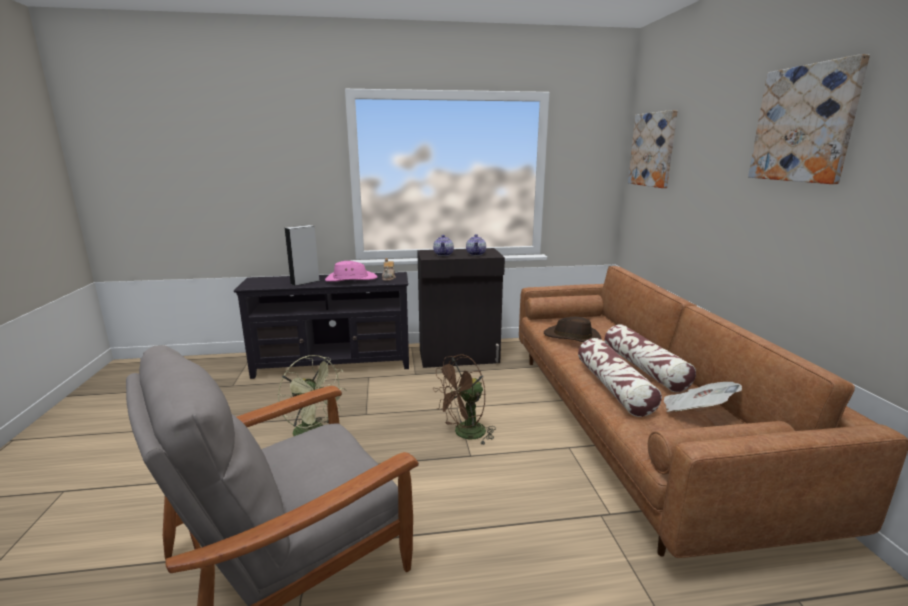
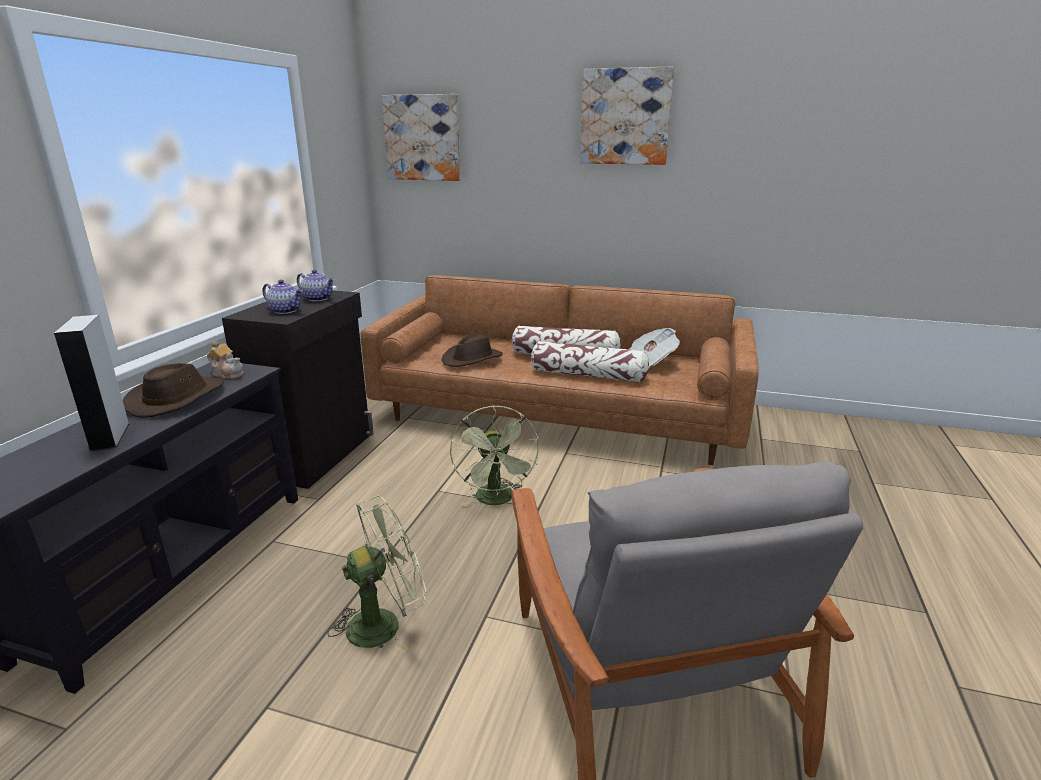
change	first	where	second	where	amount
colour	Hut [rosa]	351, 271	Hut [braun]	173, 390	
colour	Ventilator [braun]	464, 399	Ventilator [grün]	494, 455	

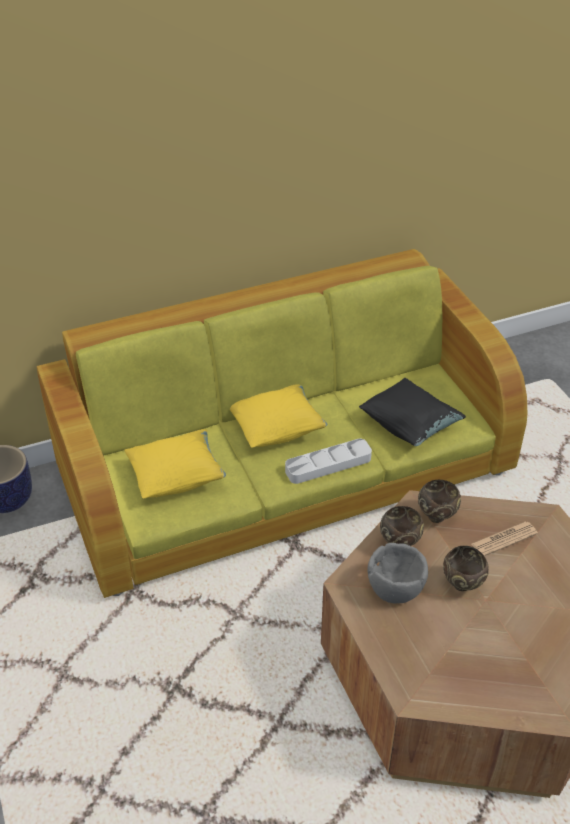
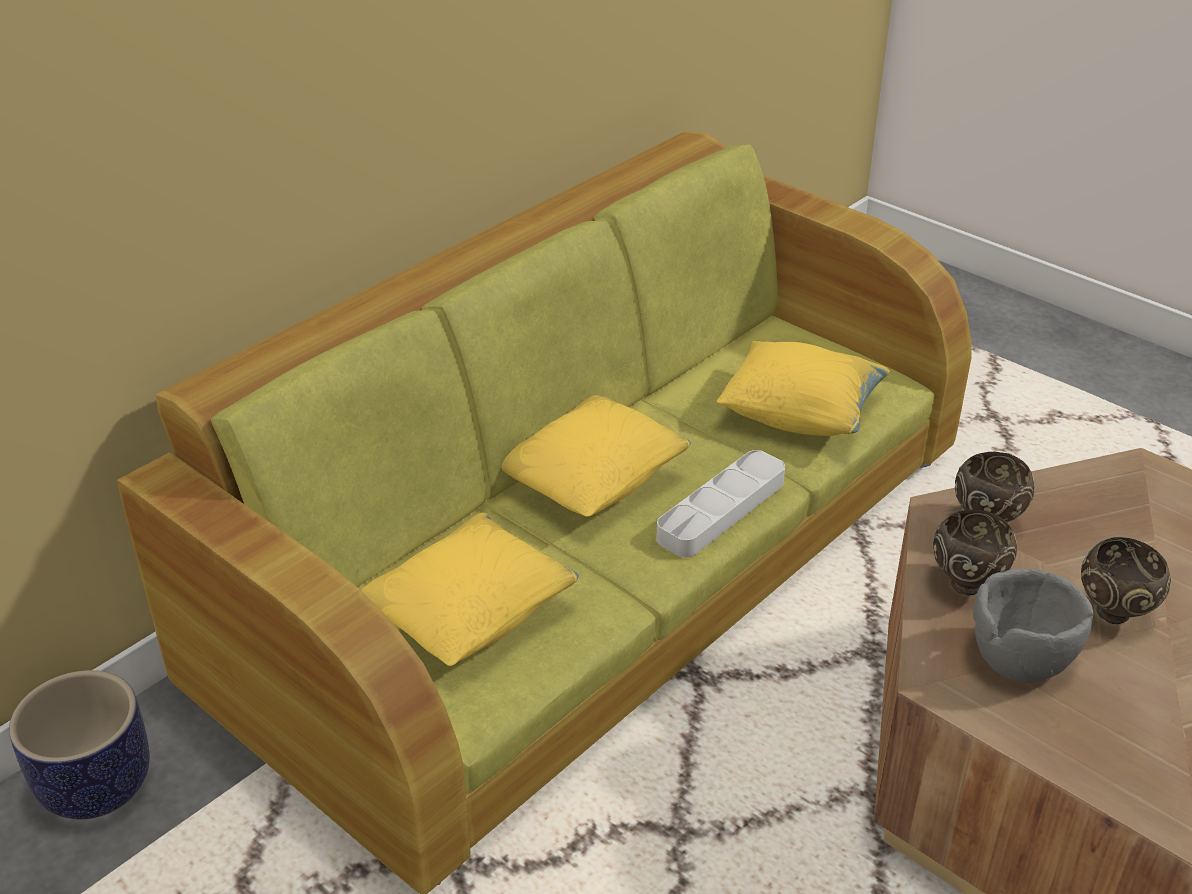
change	first	where	second	where	amount
colour	Kissen [schwarz]	412, 412	Kissen [gelb]	803, 388	
missing	Zeitung	504, 539			

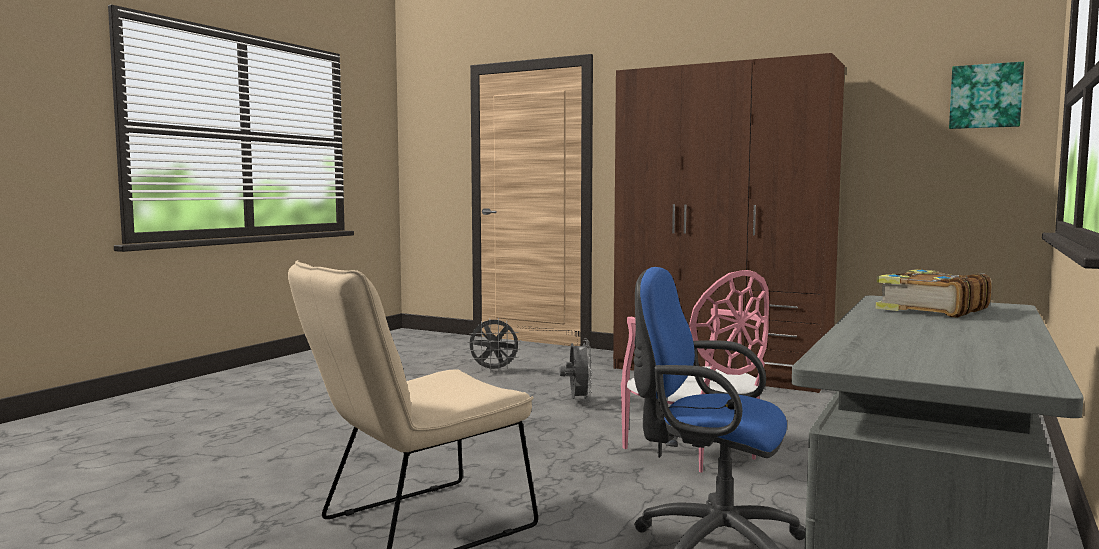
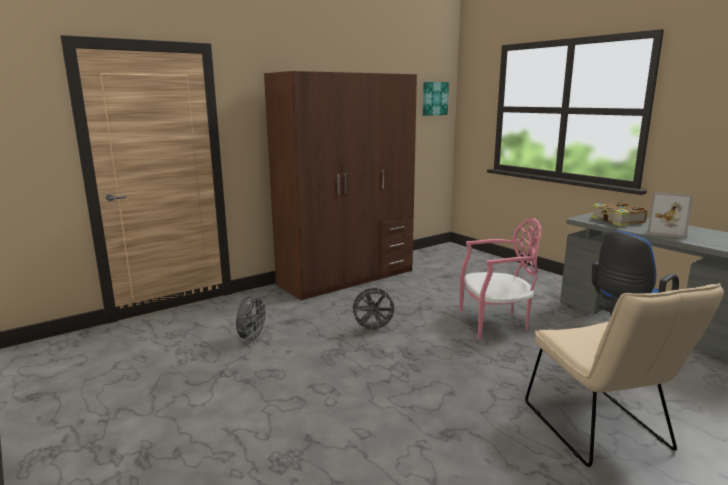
change	first	where	second	where	amount
spun	Ventilator [grau]	576, 370		374, 310	150 degrees clockwise
appeared			Bilderrahmen	670, 215	

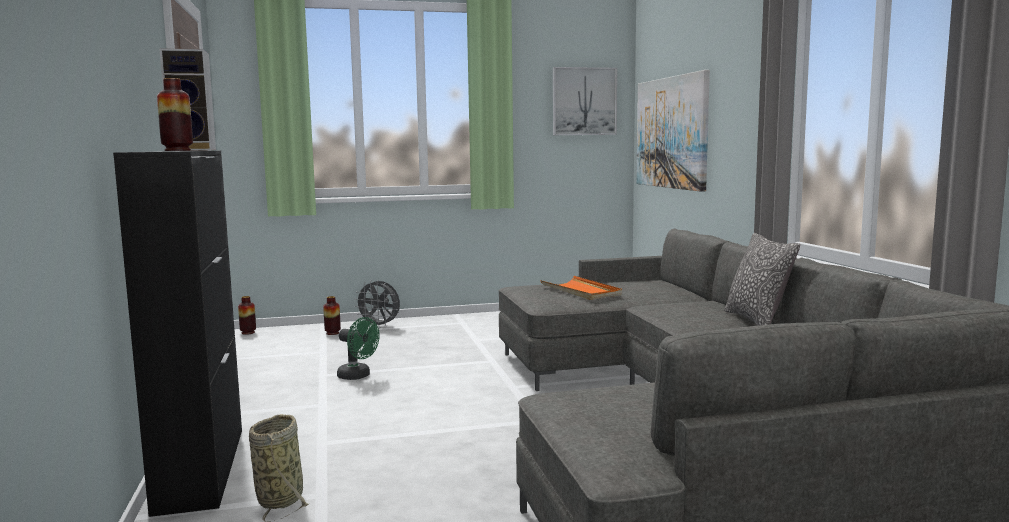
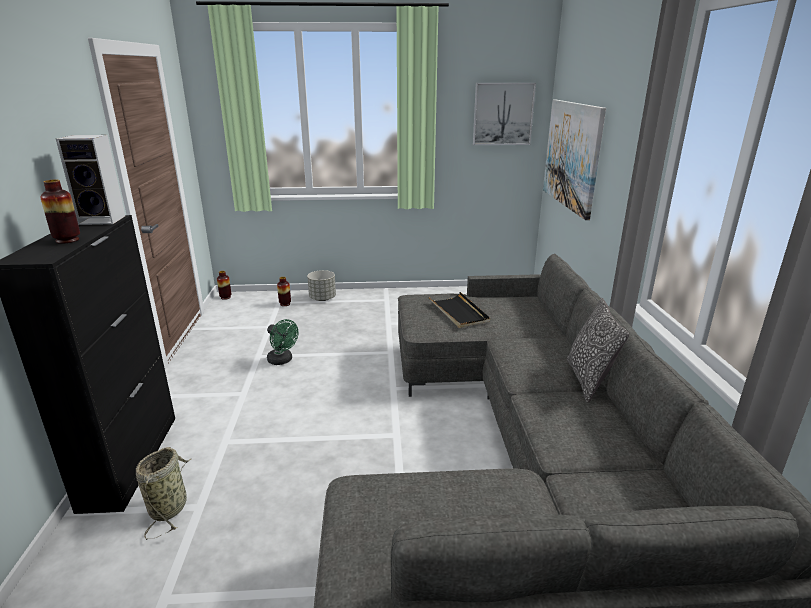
change	first	where	second	where	amount
exchanged	Ventilator [grau]	377, 304	Pflanzkübel [grau]	321, 285	
colour	Tablett [orange]	581, 288	Tablett [schwarz]	459, 310	

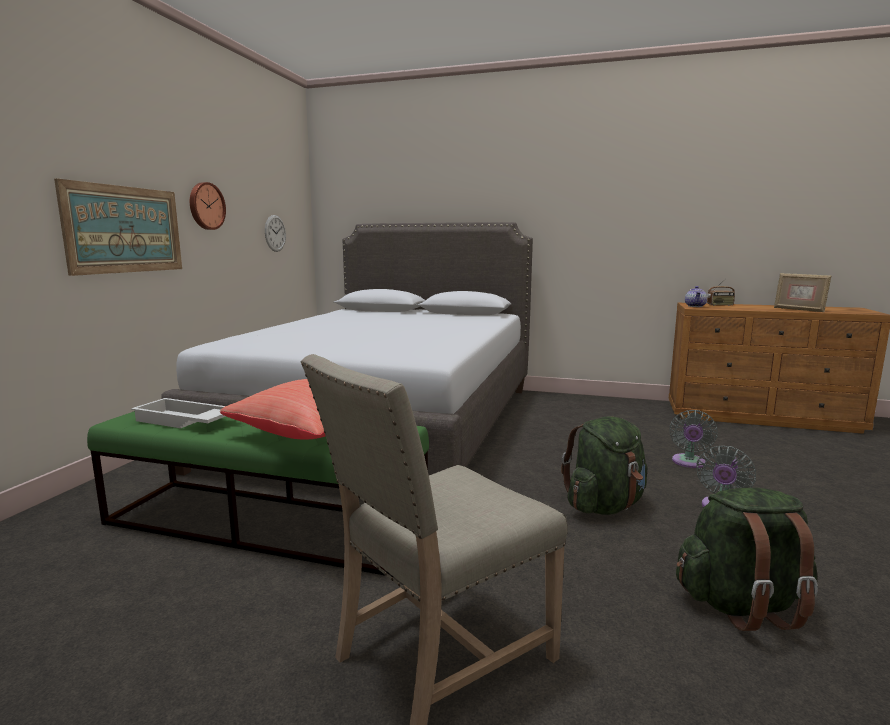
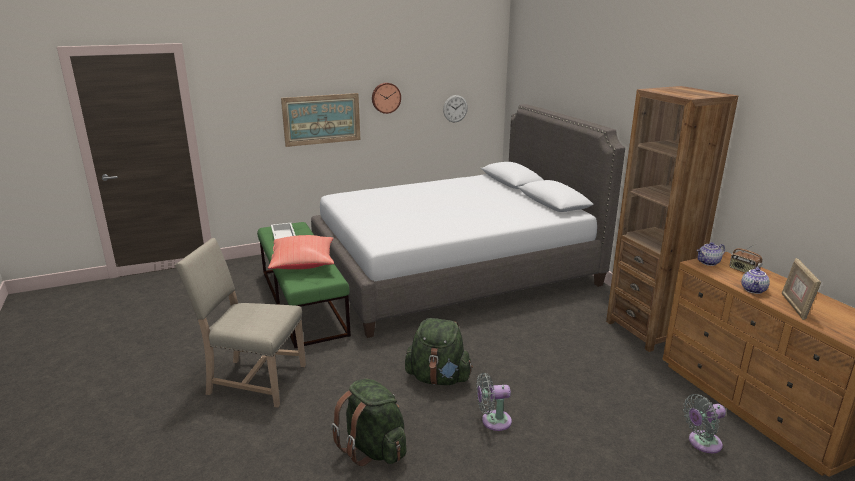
change	first	where	second	where	amount
relocated	Ventilator [grau]	693, 439		704, 423	
appeared			Bücherregal [braun]	672, 219	
appeared			Teekanne	755, 280	

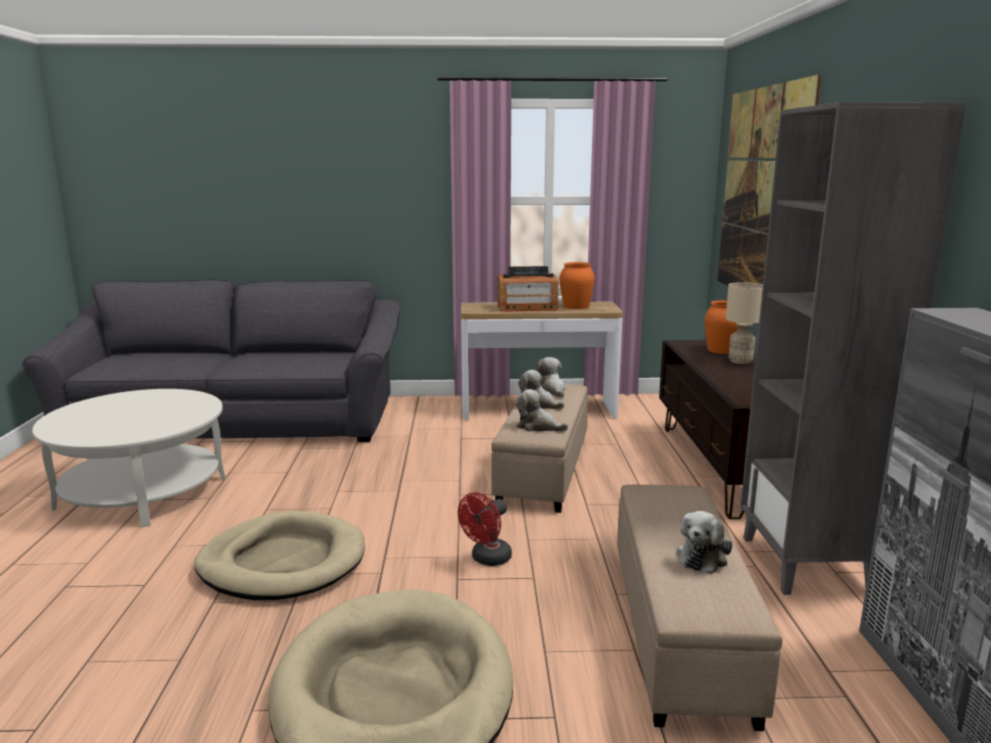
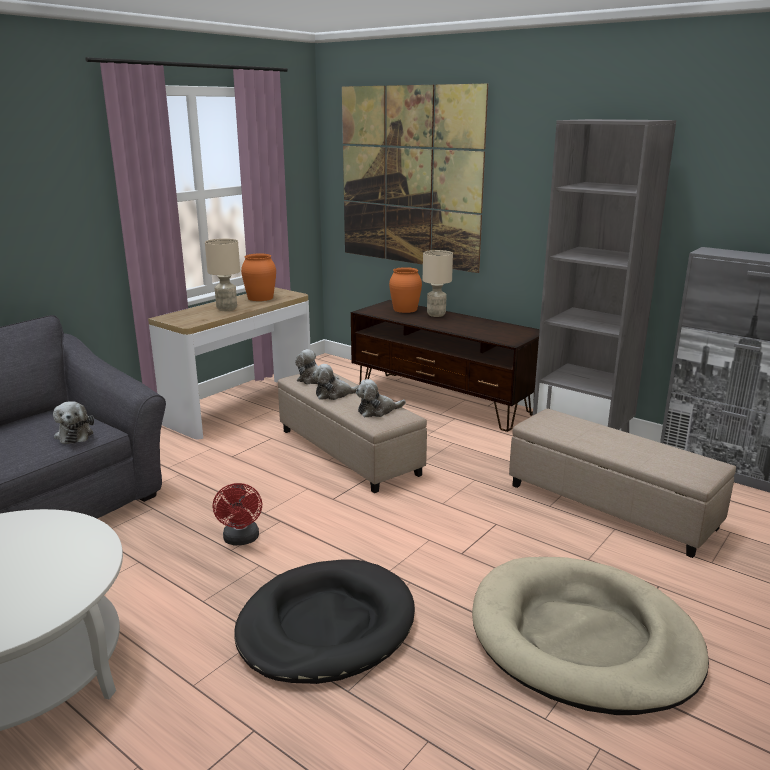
change	first	where	second	where	amount
colour	Hundebett [beige]	279, 555	Hundebett [schwarz]	324, 622	
relocated	Ventilator [rot]	485, 529		237, 514	
exchanged	Radio	528, 289	Tischlampe [beige]	222, 275	
relocated	Plüschtier	704, 542		73, 422	

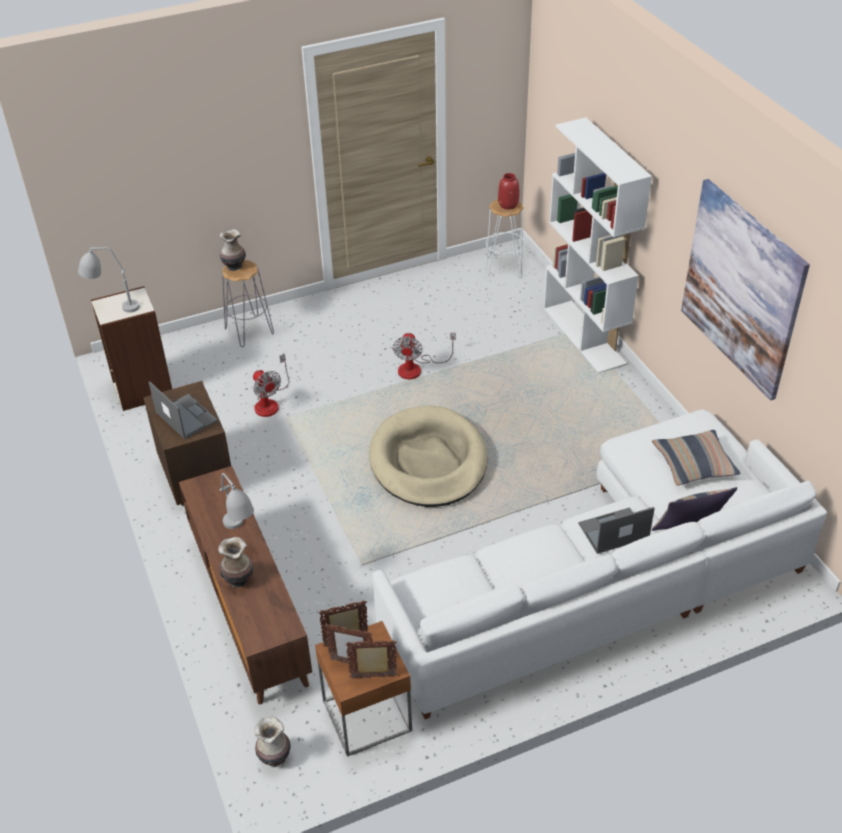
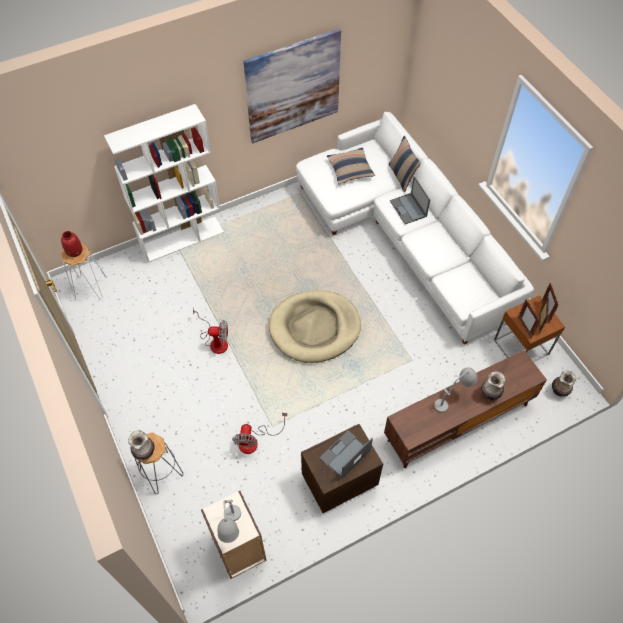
change	first	where	second	where	amount
spun	Ventilator	271, 385		259, 433	135 degrees clockwise

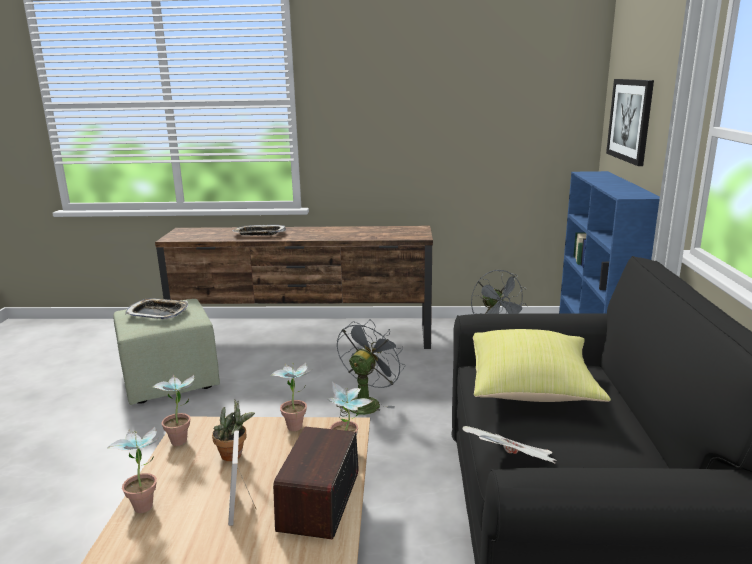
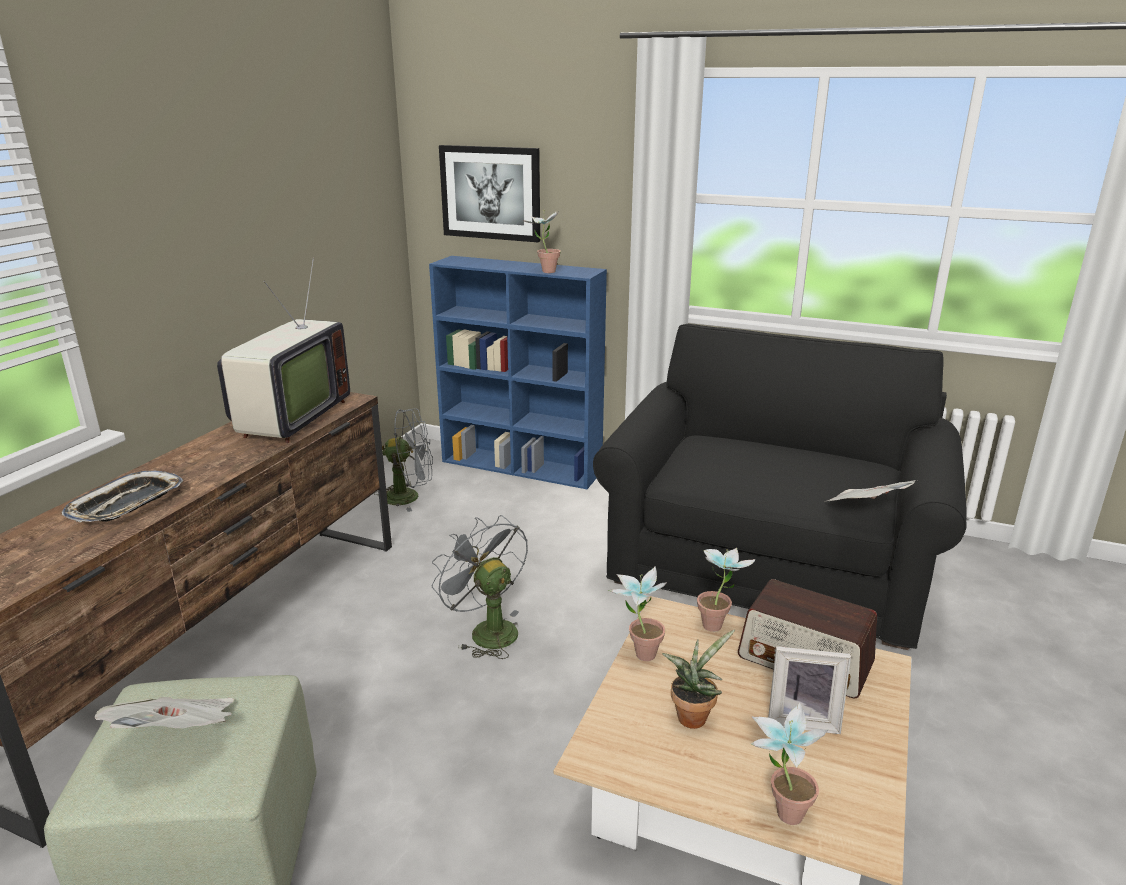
change	first	where	second	where	amount
exchanged	Tablett	156, 308	Zeitung	164, 712	
relocated	Topfpflanze	173, 410		542, 241	
missing	Kissen [gelb]	542, 365			
appeared			Fernseher	283, 350	

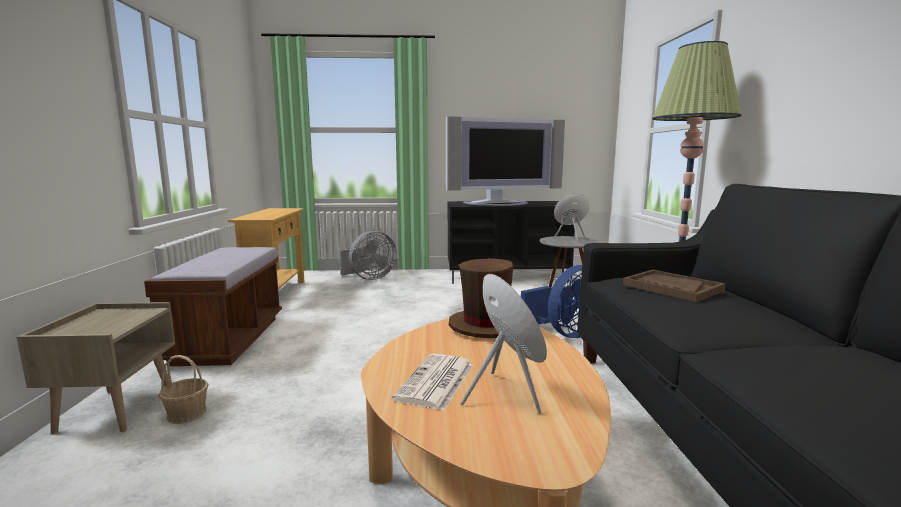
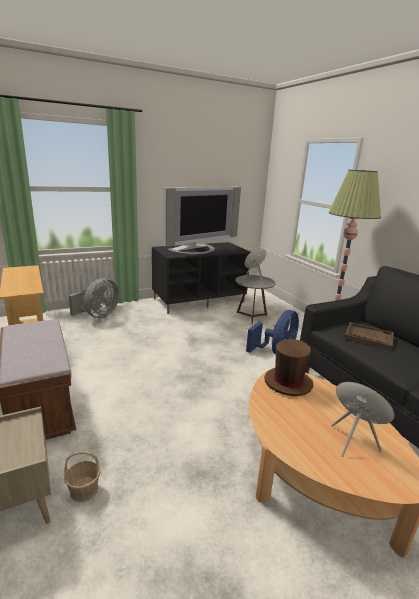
change	first	where	second	where	amount
missing	Zeitung	432, 382			

